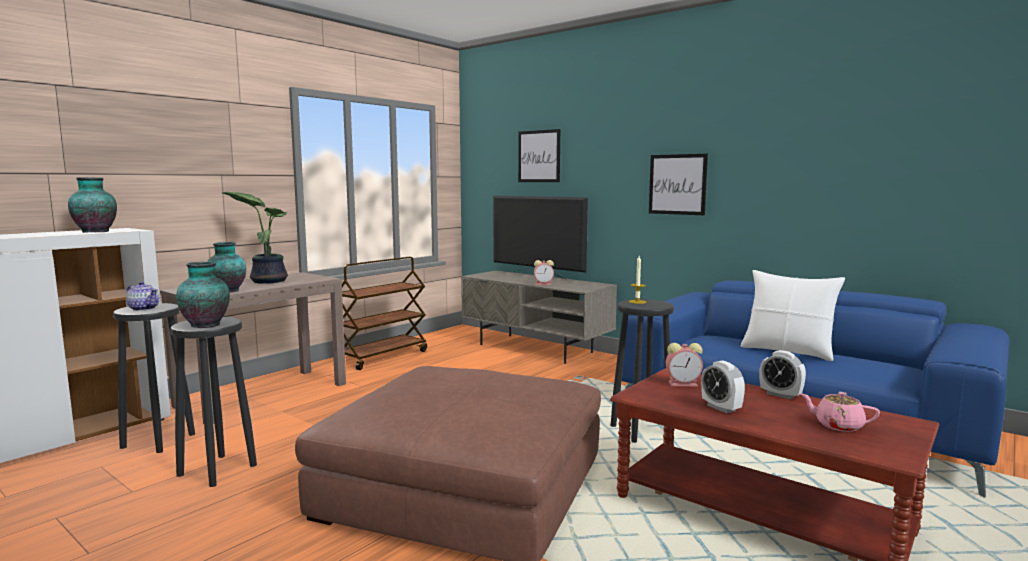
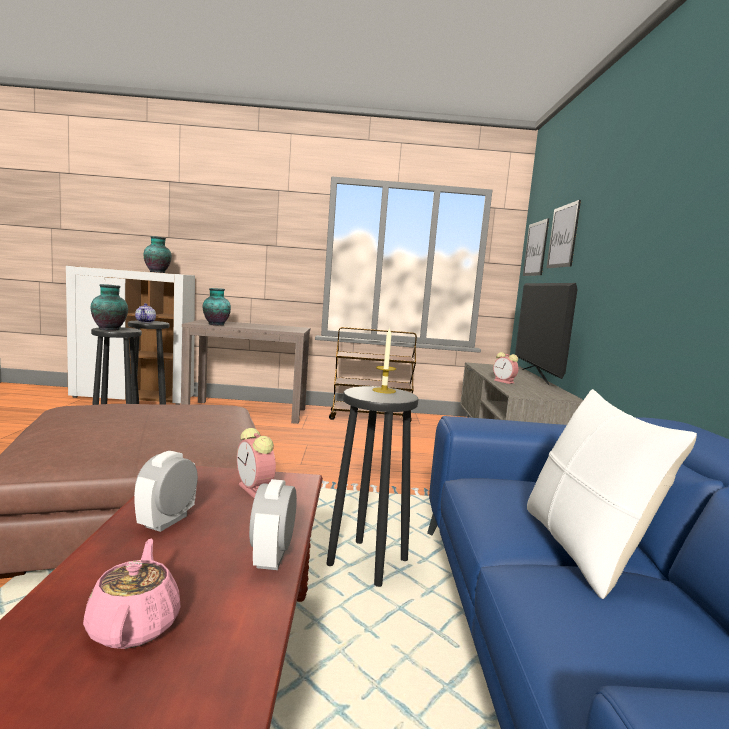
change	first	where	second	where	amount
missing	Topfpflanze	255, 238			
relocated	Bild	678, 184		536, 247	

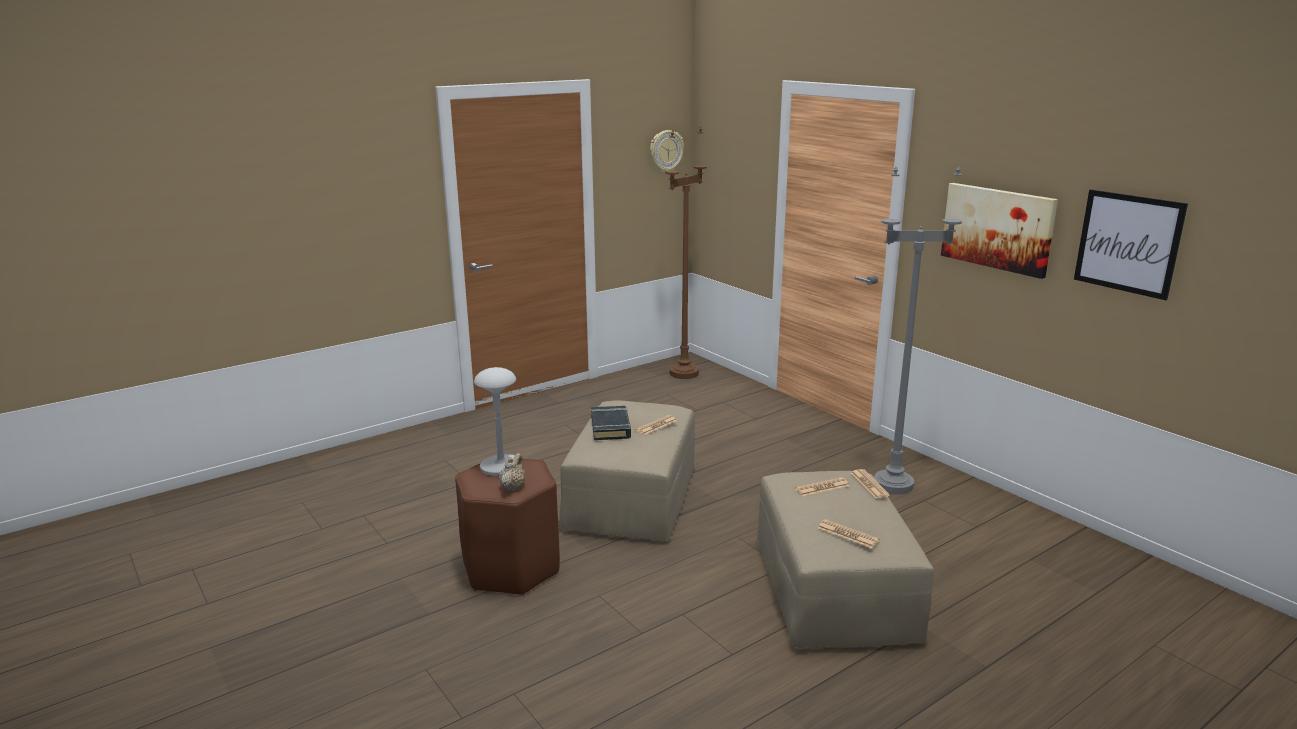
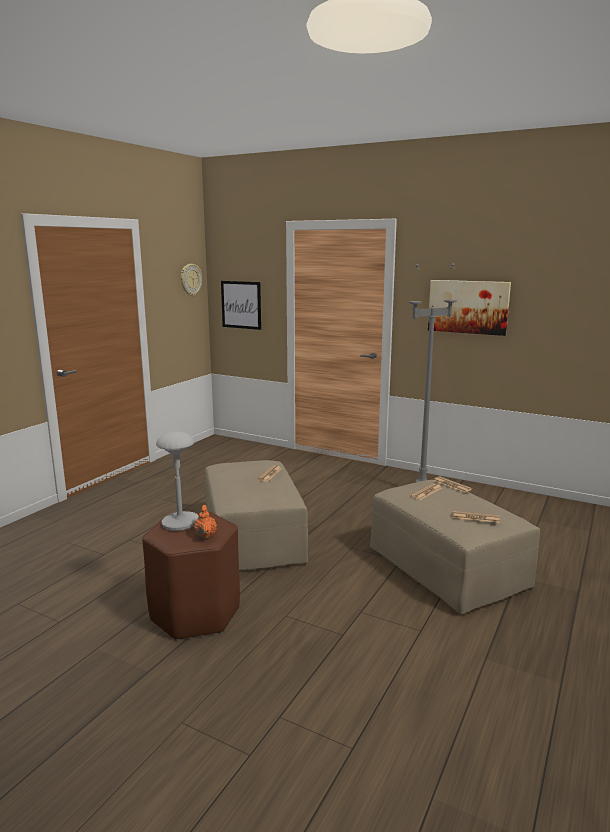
change	first	where	second	where	amount
colour	Teekanne [beige]	512, 472	Teekanne [orange]	205, 522	
missing	Buch [schwarz]	611, 423			
missing	Stehlampe [braun]	686, 253			
relocated	Bild	1131, 244		241, 305	

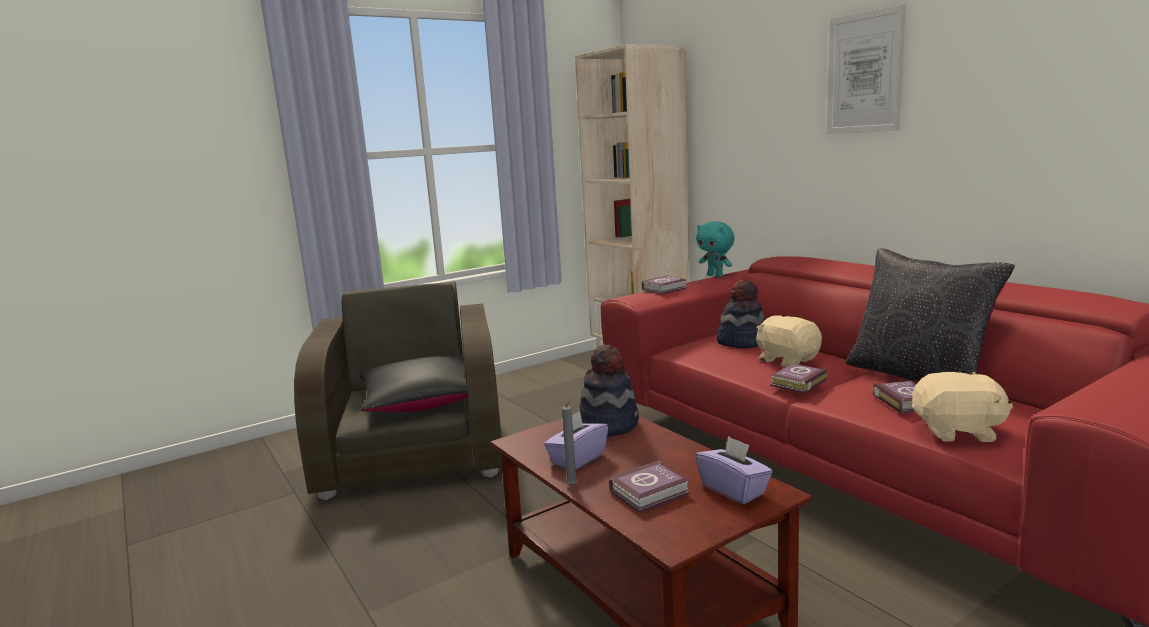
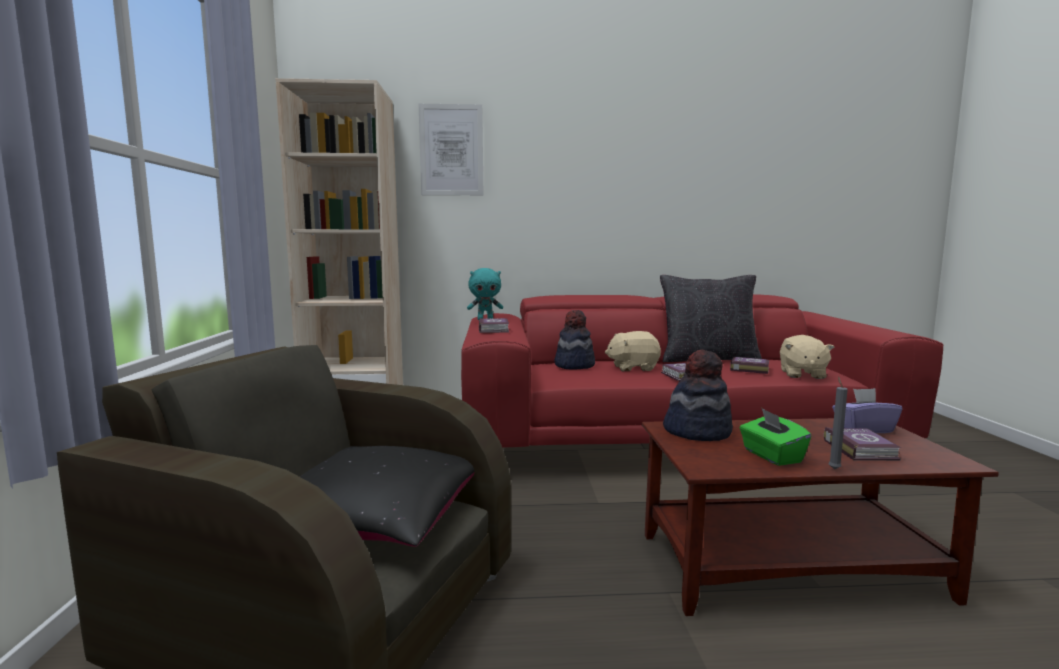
change	first	where	second	where	amount
colour	Taschentuchbox [lila]	576, 440	Taschentuchbox [grün]	775, 437	
relocated	Bild	867, 69		451, 149	
spun	Plüschtier [beige]	962, 407		807, 357	150 degrees clockwise

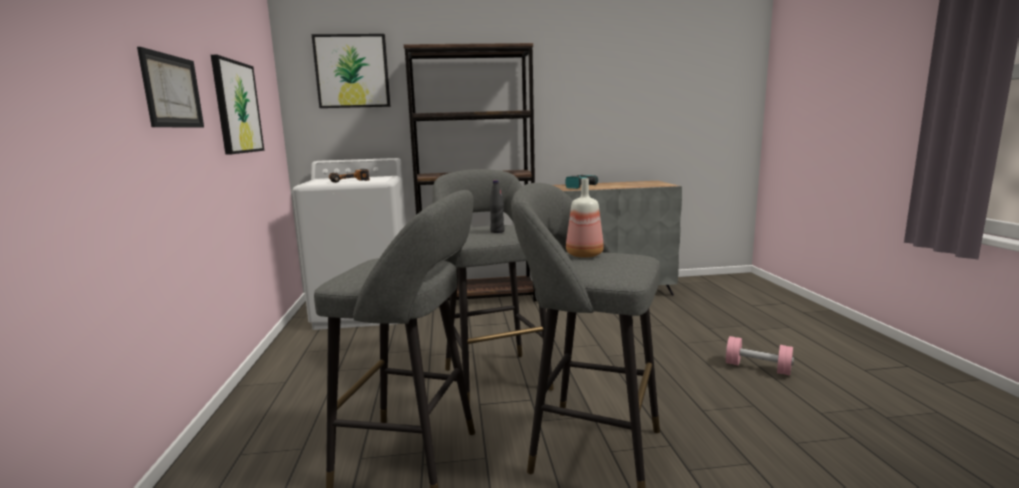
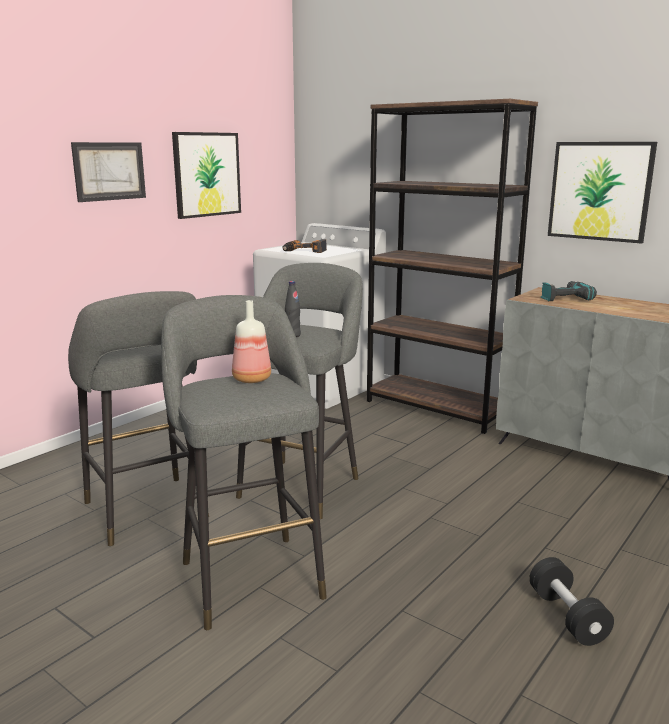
change	first	where	second	where	amount
relocated	Bild	351, 71		602, 193	
colour	Hantel [rosa]	760, 356	Hantel [schwarz]	571, 601	

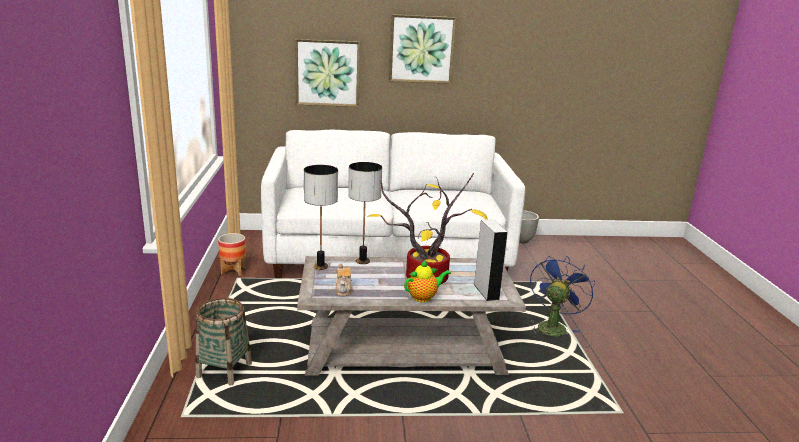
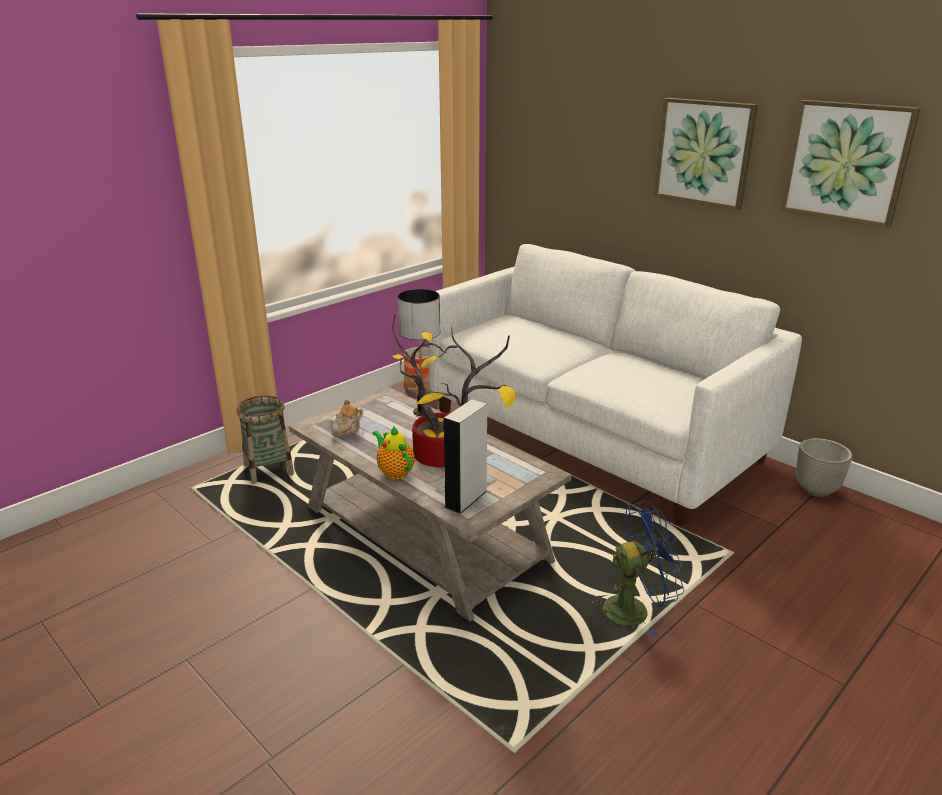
change	first	where	second	where	amount
relocated	Bild	327, 73		850, 164	
missing	Tischlampe	321, 217			
spun	Teekanne	427, 281		393, 452	150 degrees counterclockwise

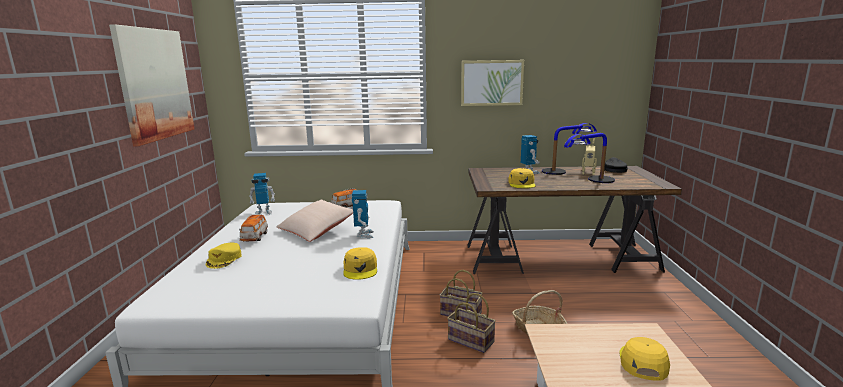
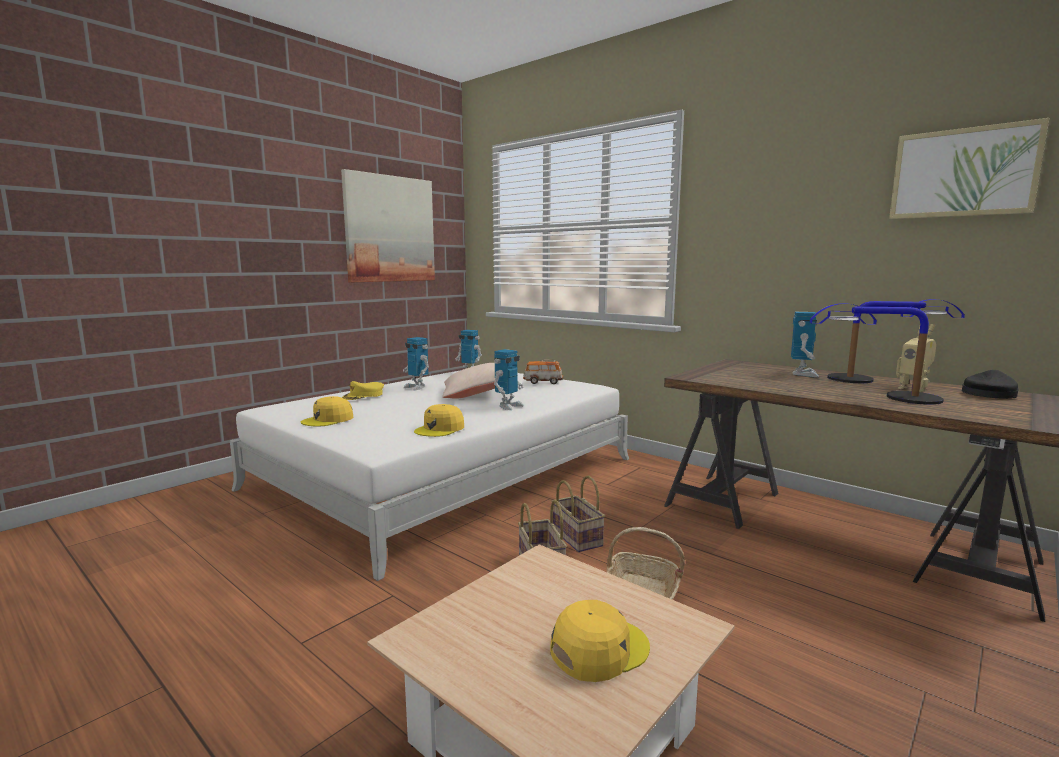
change	first	where	second	where	amount
exchanged	Spielzeugauto	253, 227	Spielzeugroboter	416, 363	
relocated	Bild	492, 83		969, 168	
relocated	Kappe [gelb]	522, 178		327, 411	

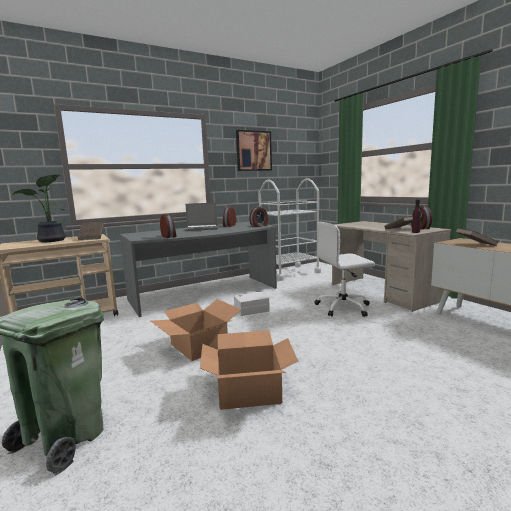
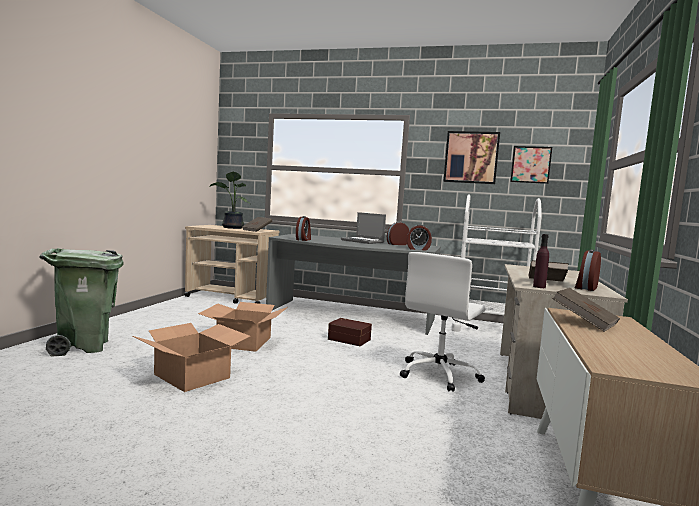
change	first	where	second	where	amount
colour	Aufbewahrungsbox [weiß]	252, 304	Aufbewahrungsbox [braun]	350, 332	
spun	Bürostuhl [weiß]	345, 269		443, 322	90 degrees counterclockwise
appeared			Bild	531, 165	

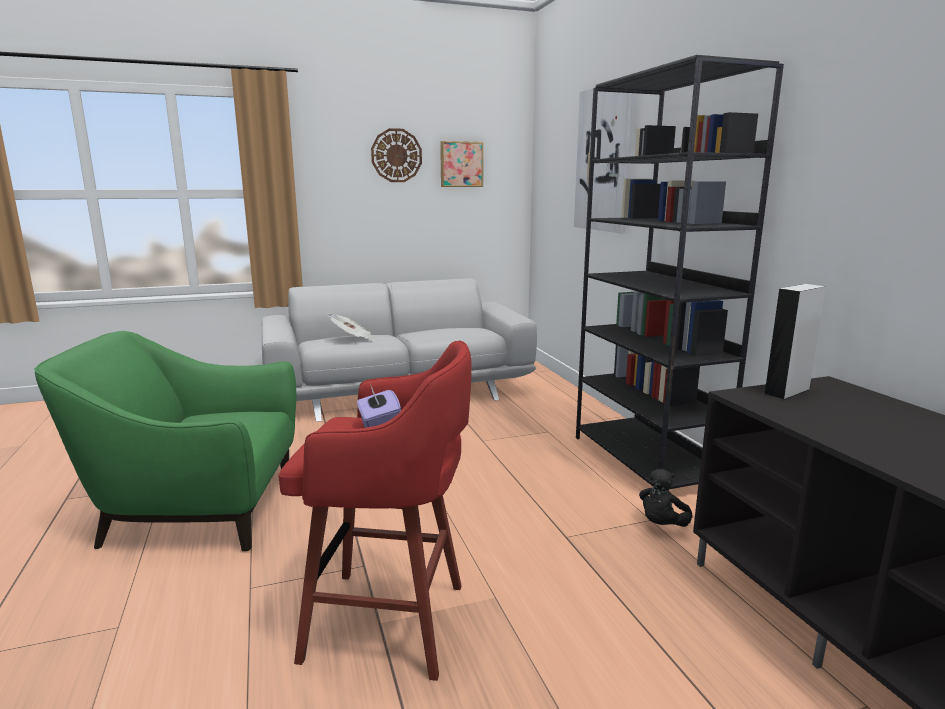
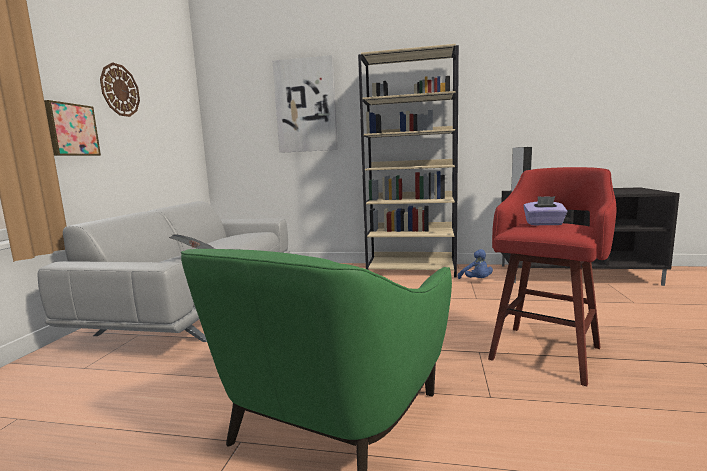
change	first	where	second	where	amount
relocated	Bild	461, 164		72, 128	
colour	Bücherregal [schwarz]	680, 272	Bücherregal [beige]	408, 160	
colour	Plüschtier [schwarz]	665, 498	Plüschtier [blau]	475, 264	

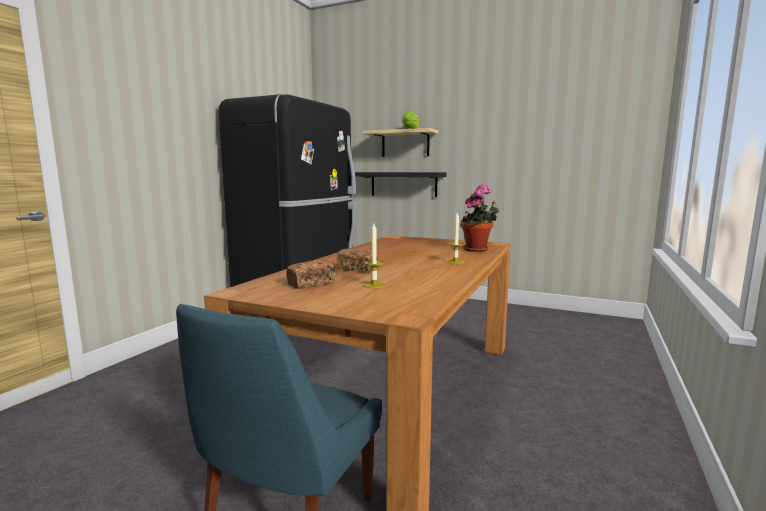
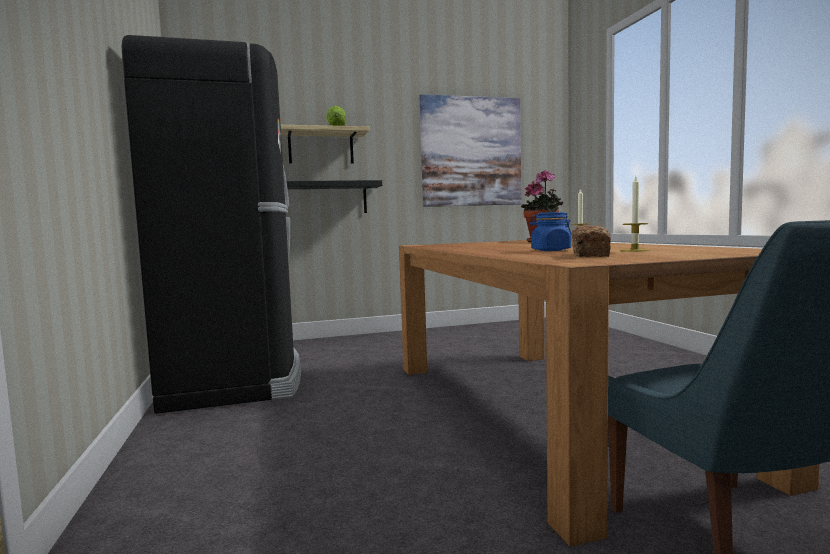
change	first	where	second	where	amount
exchanged	Brot	358, 261	Vorratsglas [blau]	550, 231	
appeared			Bild	471, 150	

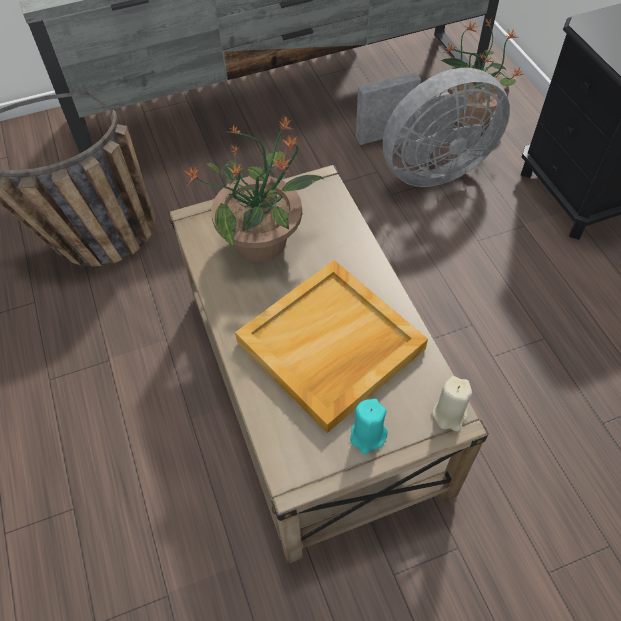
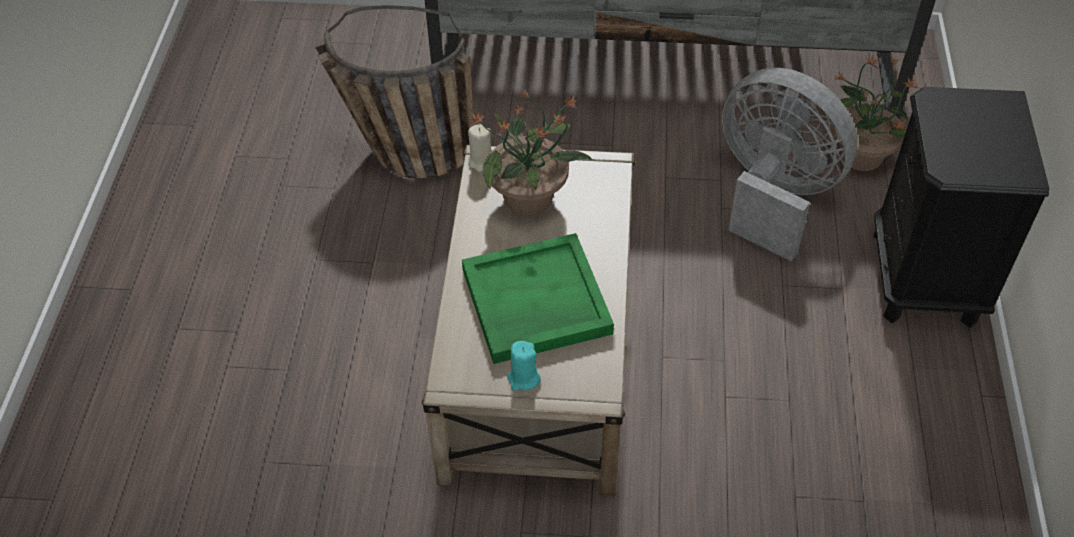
change	first	where	second	where	amount
colour	Tablett [beige]	331, 346	Tablett [grün]	538, 298	
spun	Ventilator [grau]	433, 127		790, 164	150 degrees counterclockwise
relocated	Kerze [beige]	452, 403		480, 148	

